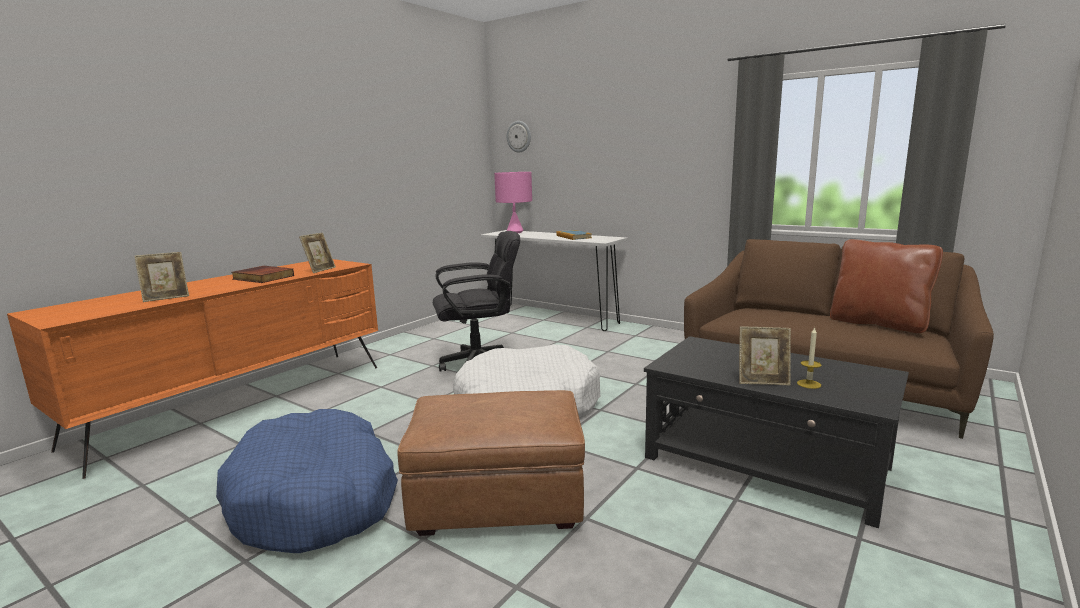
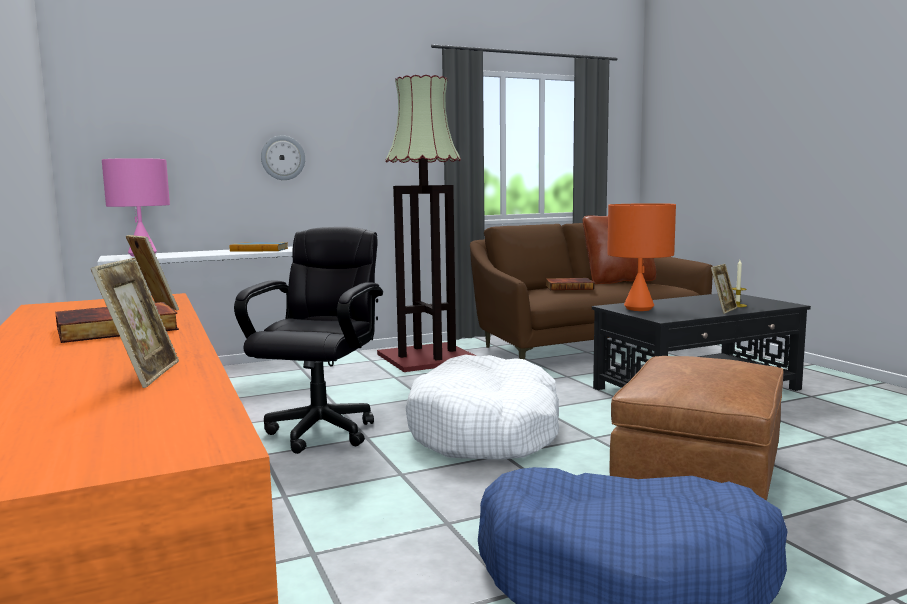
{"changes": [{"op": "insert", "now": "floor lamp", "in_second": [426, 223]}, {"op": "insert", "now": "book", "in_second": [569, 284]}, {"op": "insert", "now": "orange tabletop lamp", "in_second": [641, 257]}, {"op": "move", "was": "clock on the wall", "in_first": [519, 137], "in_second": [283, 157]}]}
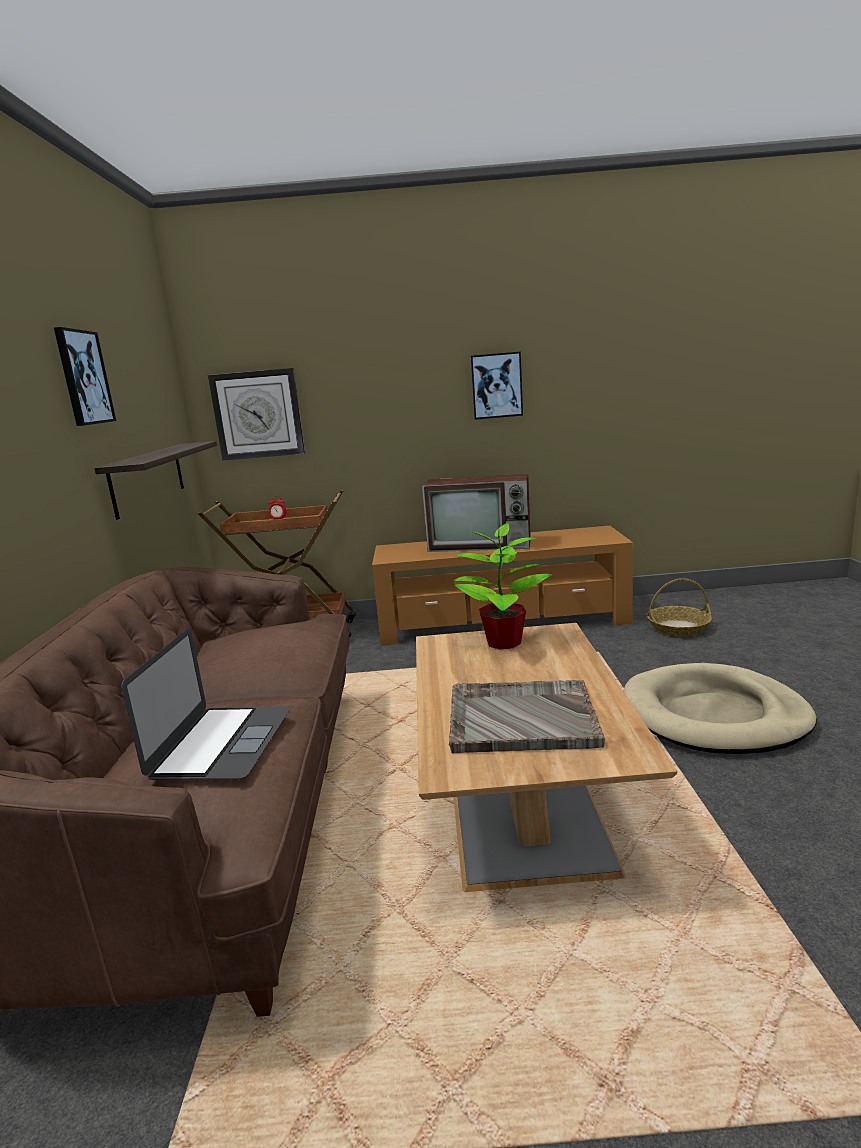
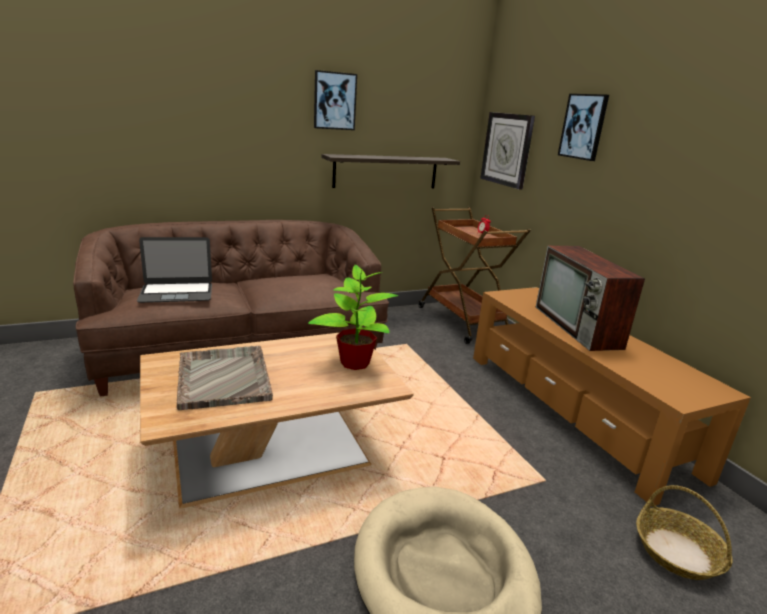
{"changes": [{"op": "move", "was": "wall art", "in_first": [497, 385], "in_second": [583, 127]}]}
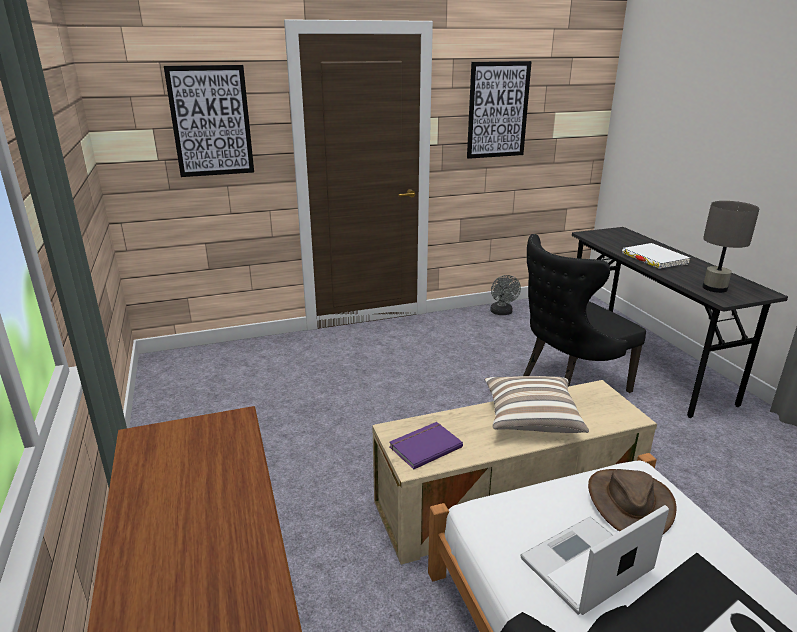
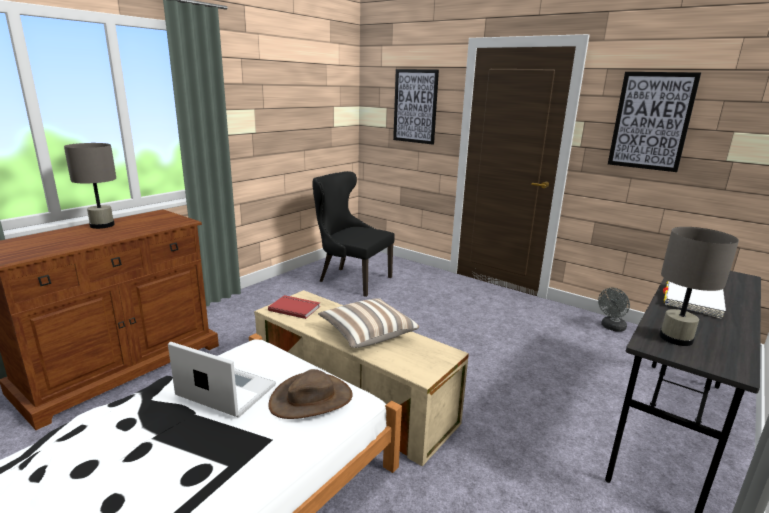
{"changes": [{"op": "insert", "now": "gray tabletop lamp", "in_second": [90, 186]}, {"op": "move", "was": "blackish upright chair", "in_first": [584, 313], "in_second": [353, 234]}, {"op": "recolor", "was": "purple book", "now": "red book", "in_first": [426, 445], "in_second": [294, 307]}]}
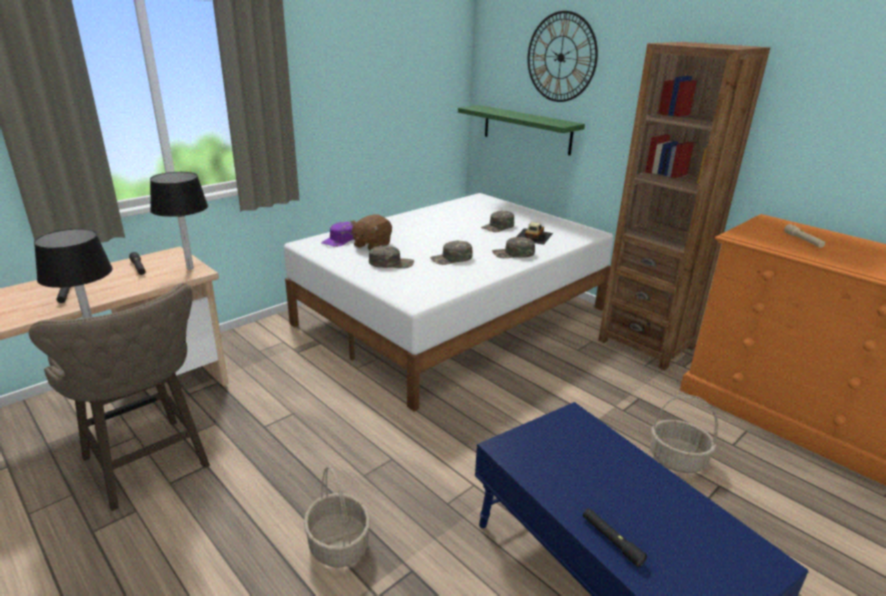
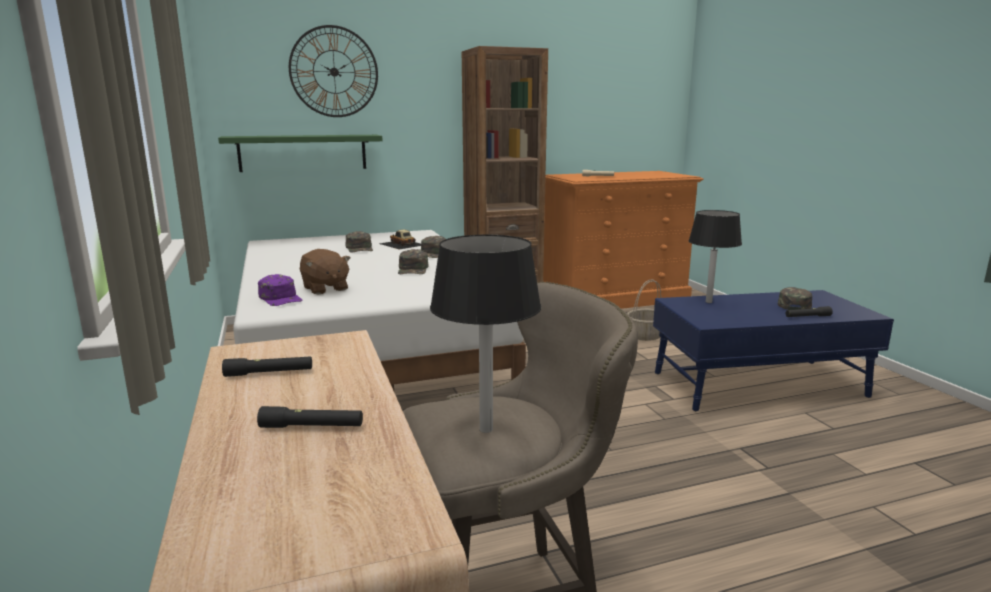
{"changes": [{"op": "delete", "was": "storage basket", "in_first": [337, 517]}, {"op": "move", "was": "blackish tabletop lamp", "in_first": [179, 221], "in_second": [715, 256]}, {"op": "move", "was": "greenish peaked cap", "in_first": [391, 257], "in_second": [795, 298]}]}
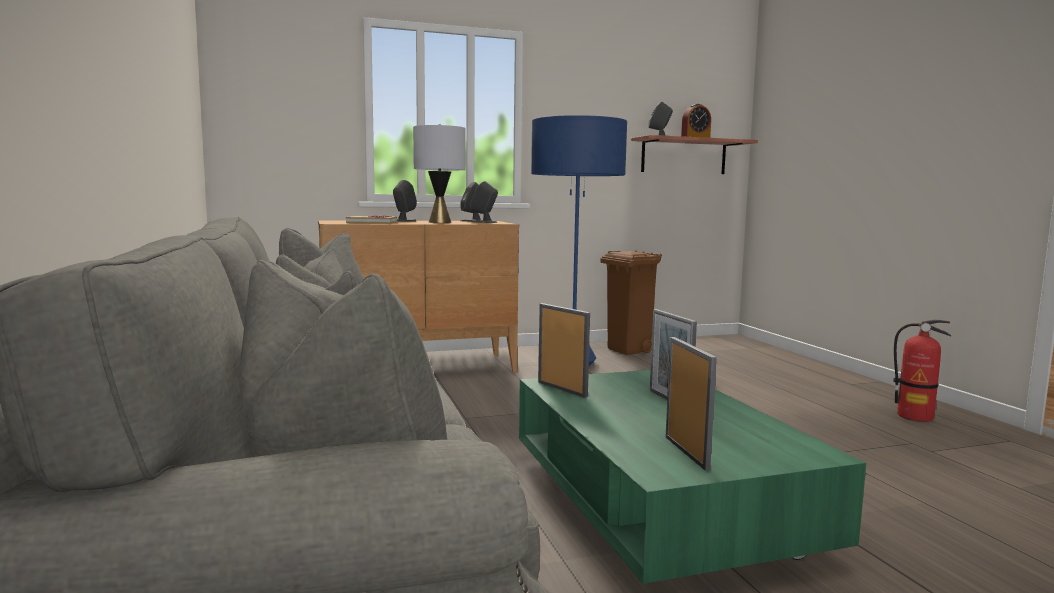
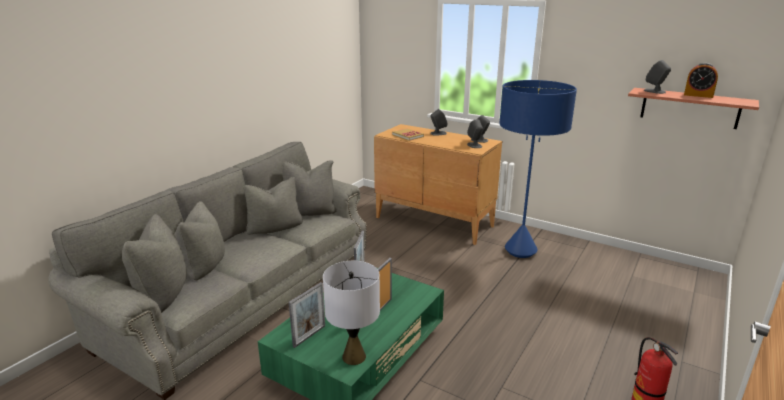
{"changes": [{"op": "delete", "was": "brownish waste bin", "in_first": [631, 303]}, {"op": "move", "was": "gray tabletop lamp", "in_first": [439, 173], "in_second": [351, 313]}]}
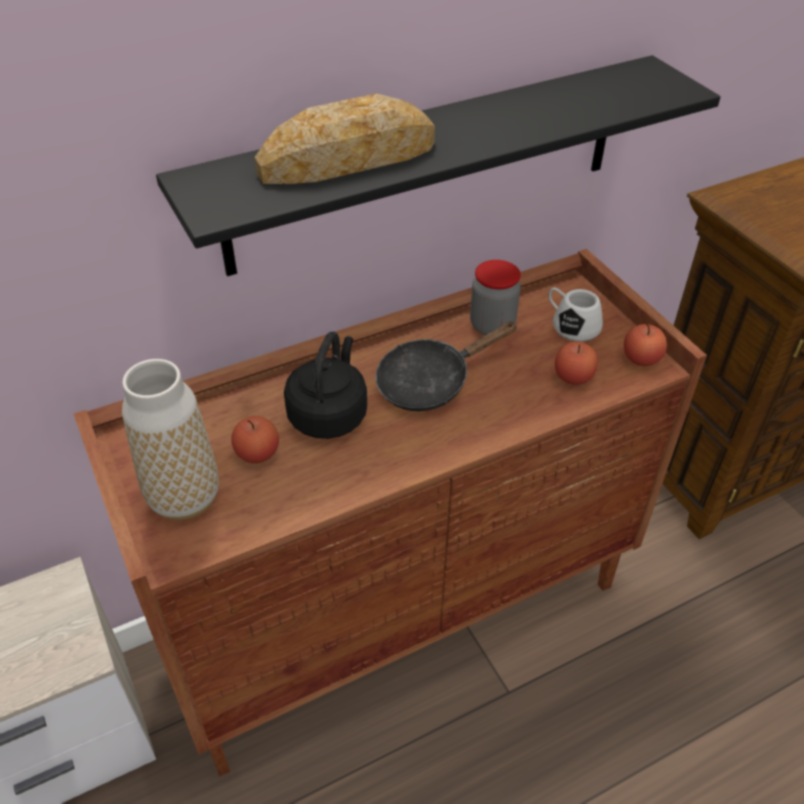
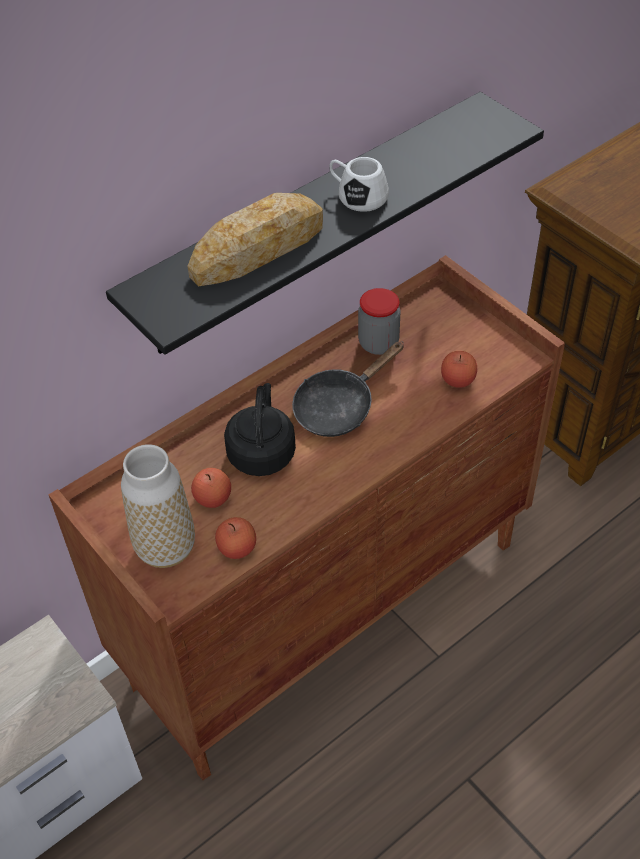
{"changes": [{"op": "move", "was": "white-coloured coffee mug", "in_first": [575, 315], "in_second": [359, 184]}, {"op": "move", "was": "apple", "in_first": [645, 345], "in_second": [235, 538]}]}
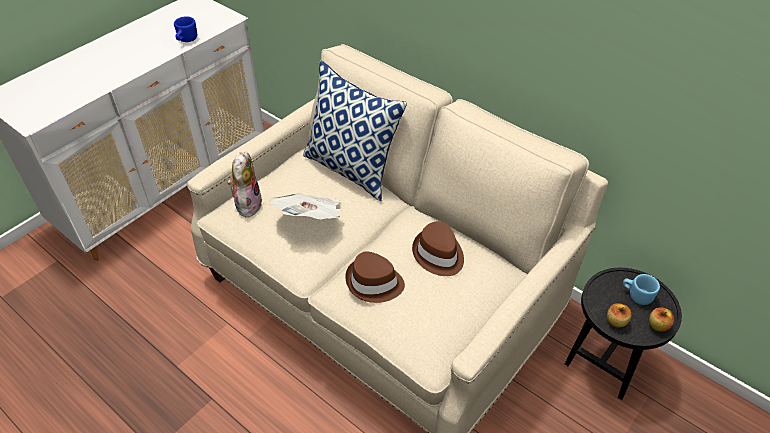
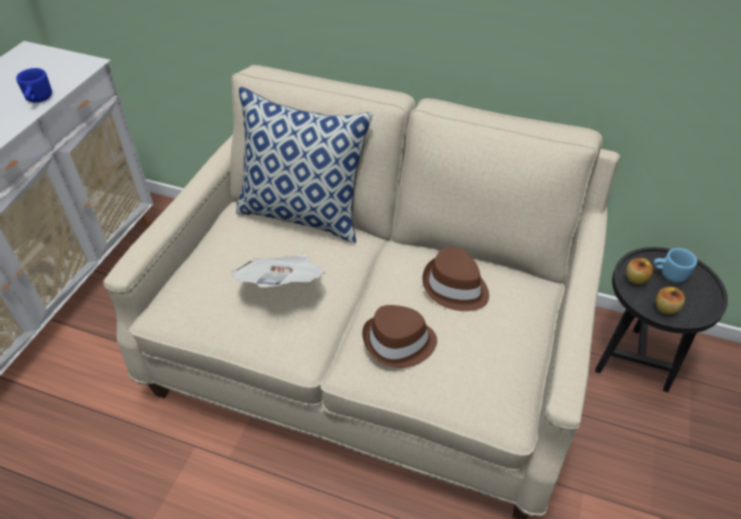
{"changes": [{"op": "delete", "was": "cuddly toy", "in_first": [245, 185]}, {"op": "move", "was": "apple", "in_first": [661, 319], "in_second": [640, 271]}]}
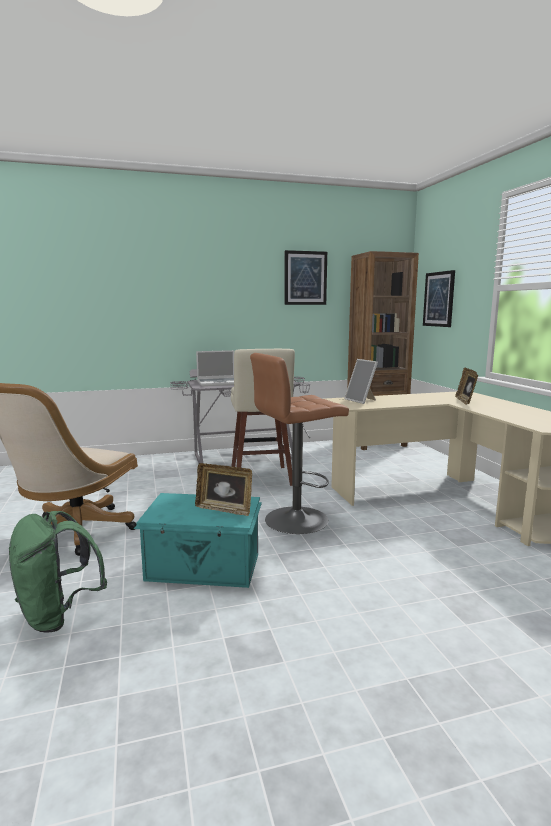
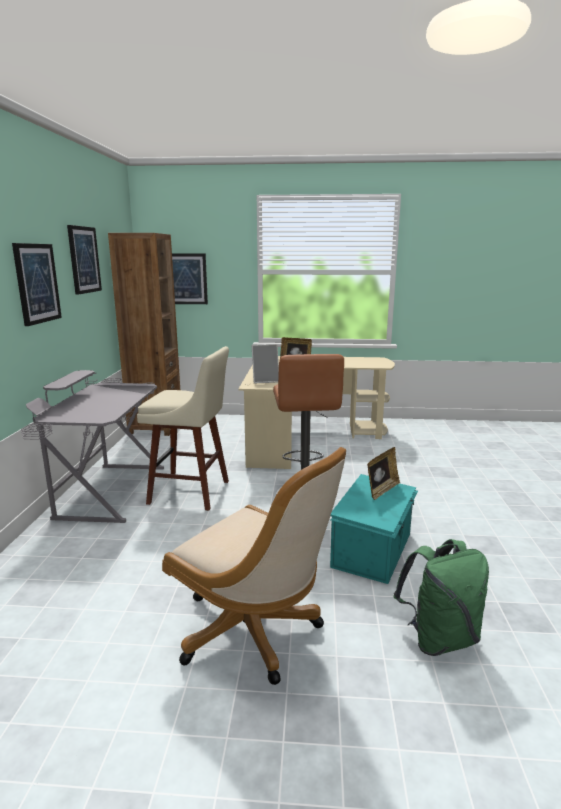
{"changes": [{"op": "delete", "was": "notebook computer", "in_first": [215, 368]}, {"op": "insert", "now": "wall art", "in_second": [37, 284]}]}
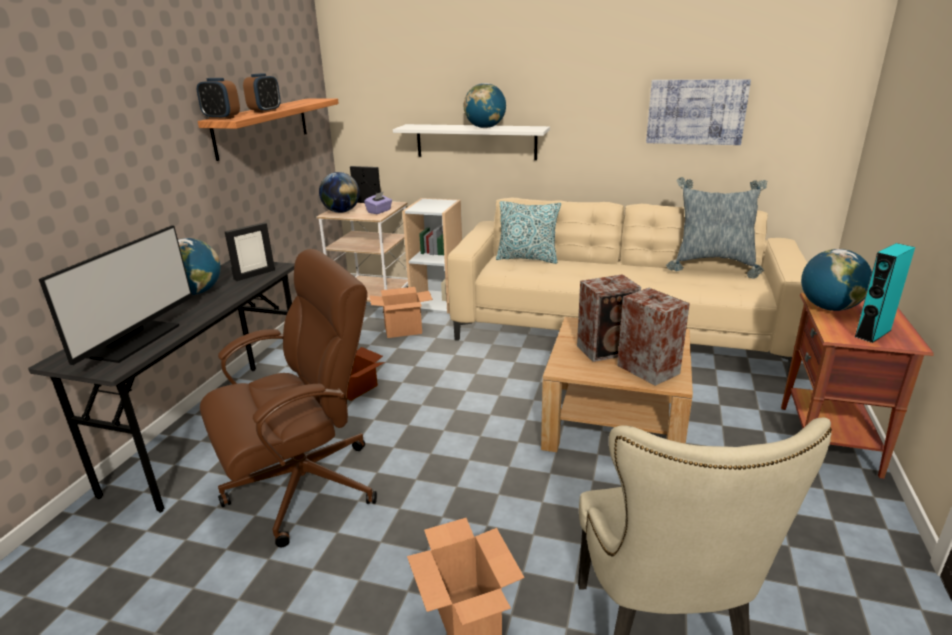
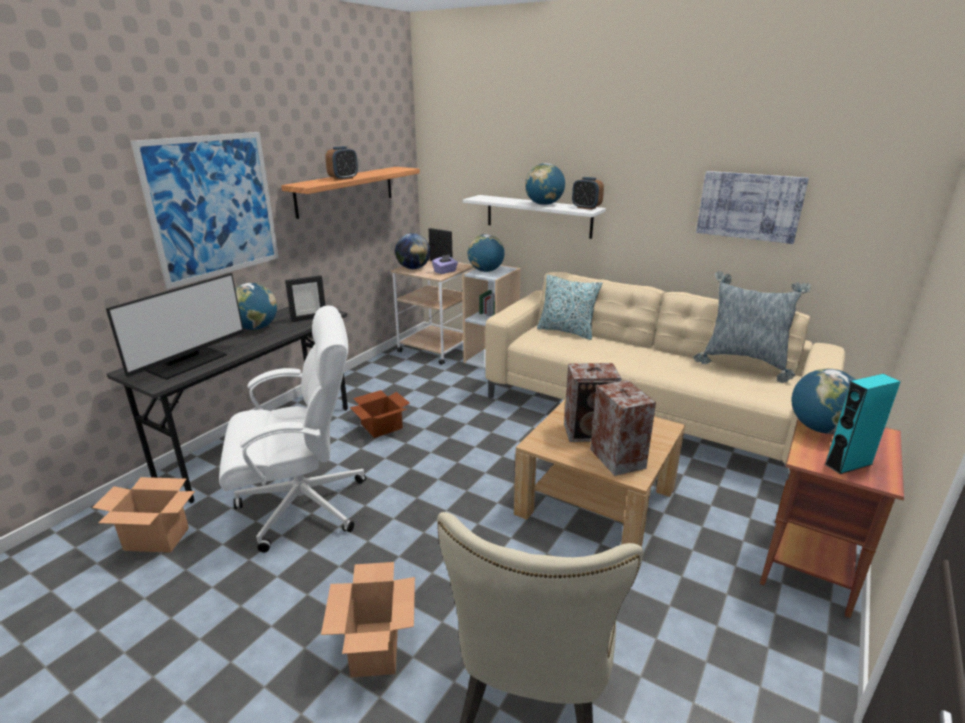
{"changes": [{"op": "insert", "now": "wall art", "in_second": [205, 210]}, {"op": "insert", "now": "desk globe", "in_second": [486, 253]}, {"op": "move", "was": "table clock", "in_first": [218, 99], "in_second": [588, 193]}, {"op": "move", "was": "carton", "in_first": [401, 312], "in_second": [143, 515]}, {"op": "recolor", "was": "brownish computer chair", "now": "white-coloured computer chair", "in_first": [288, 398], "in_second": [292, 429]}]}
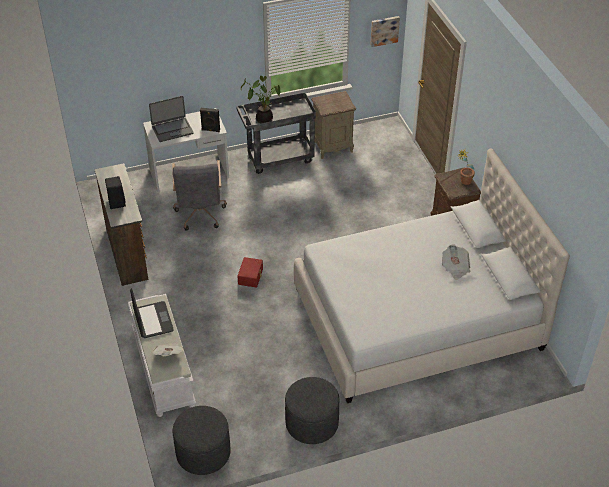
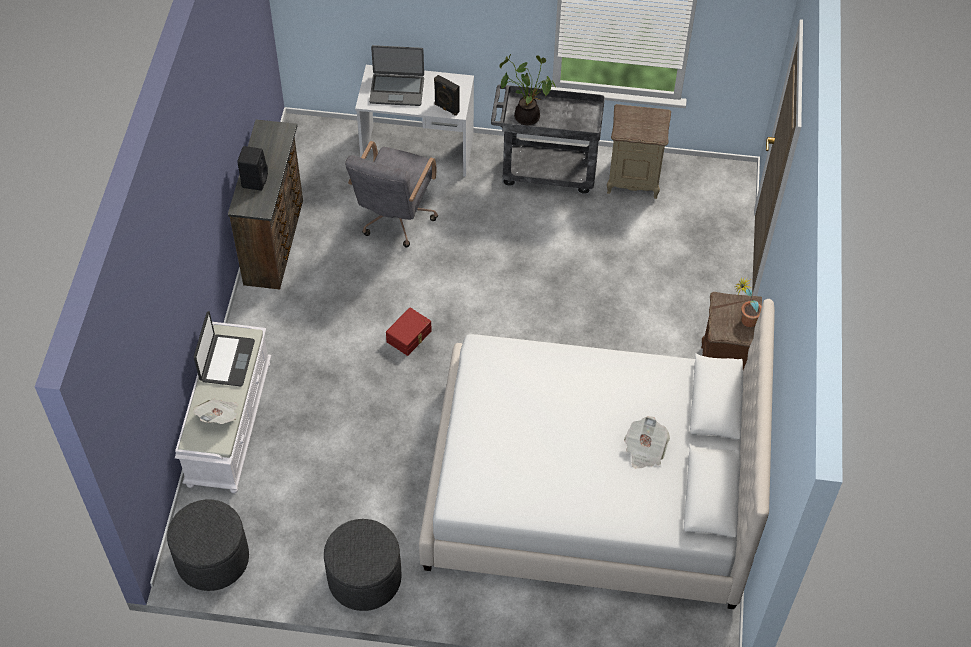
{"changes": [{"op": "delete", "was": "wall art", "in_first": [385, 31]}]}
